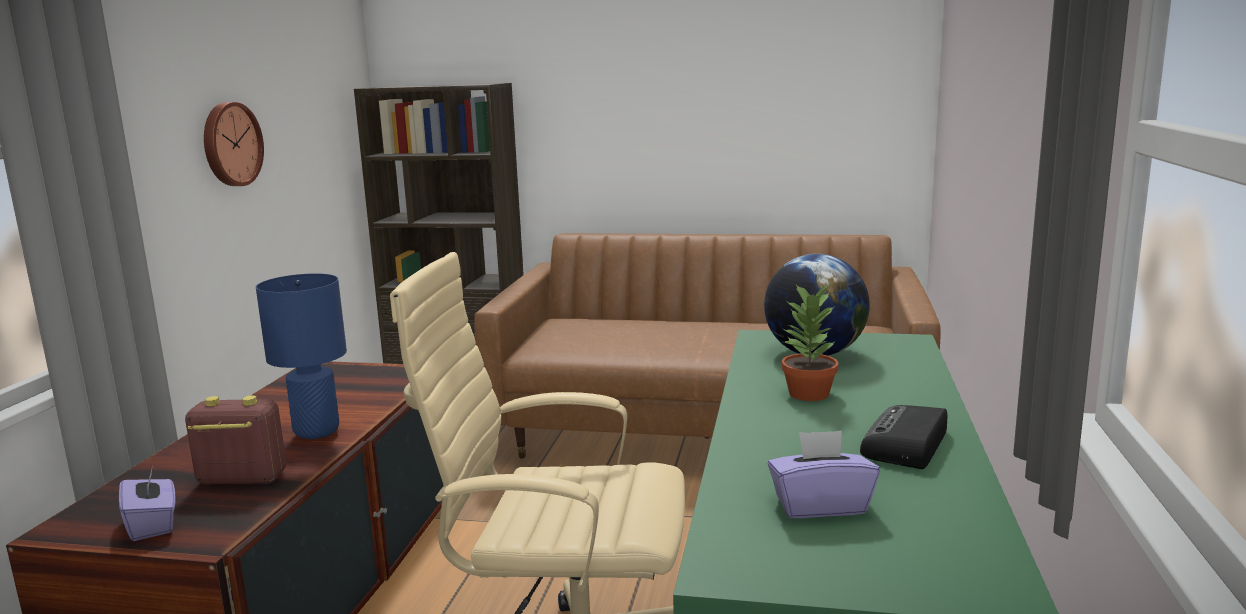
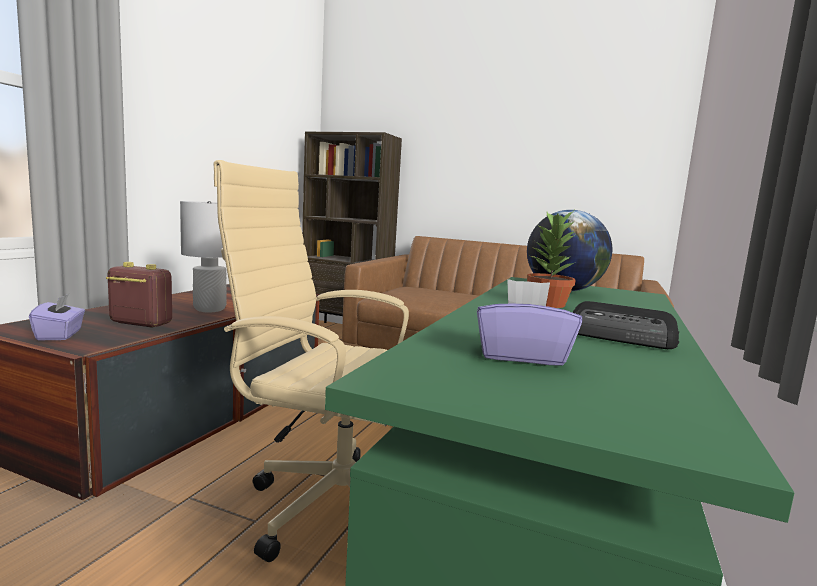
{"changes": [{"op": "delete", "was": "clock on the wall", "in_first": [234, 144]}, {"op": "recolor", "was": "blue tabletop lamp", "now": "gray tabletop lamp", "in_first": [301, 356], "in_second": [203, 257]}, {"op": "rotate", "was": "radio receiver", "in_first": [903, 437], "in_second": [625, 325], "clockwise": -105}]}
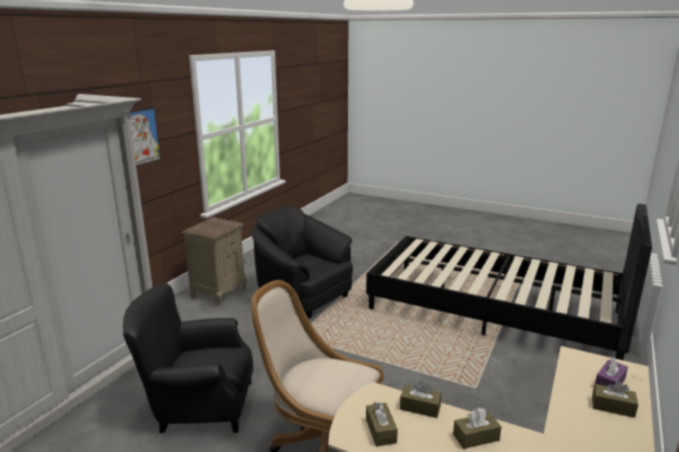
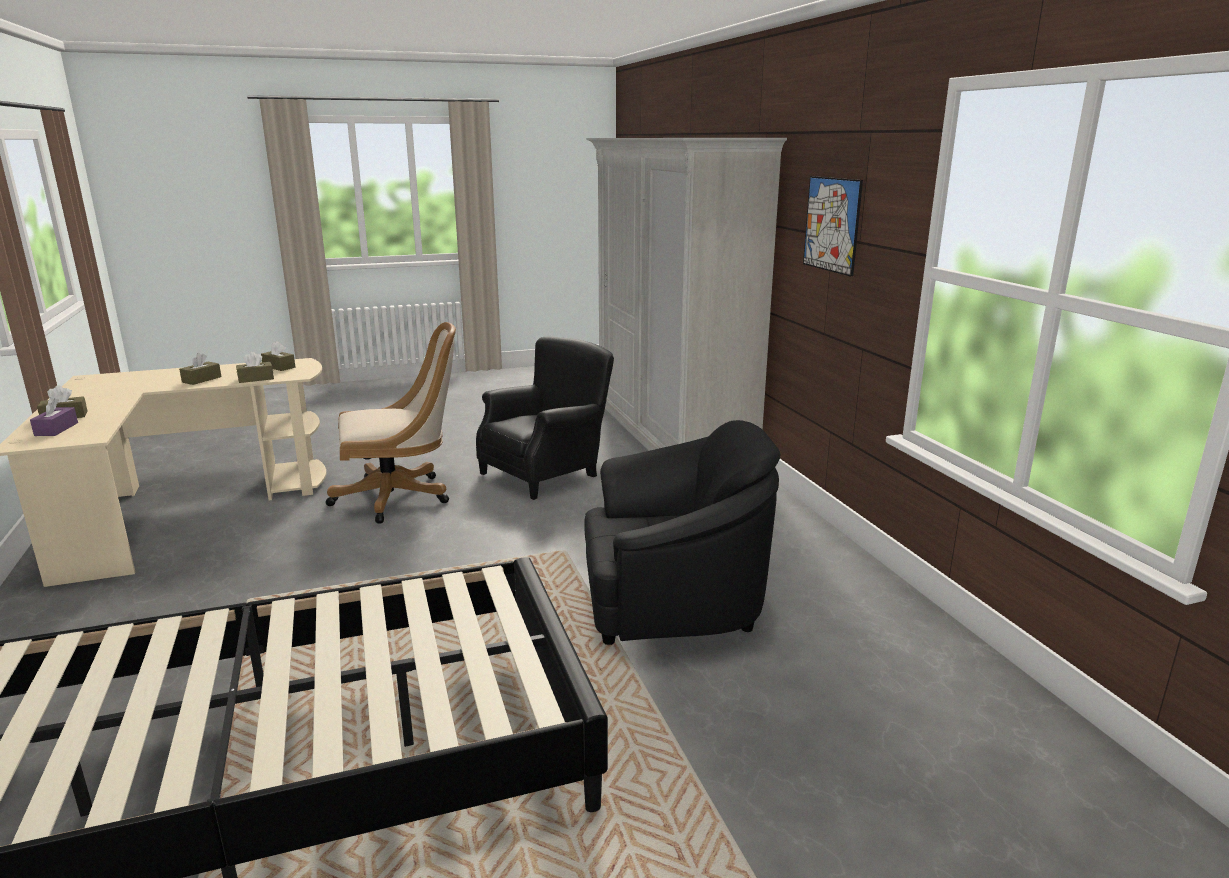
{"changes": [{"op": "delete", "was": "beige-coloured nightstand", "in_first": [214, 261]}]}
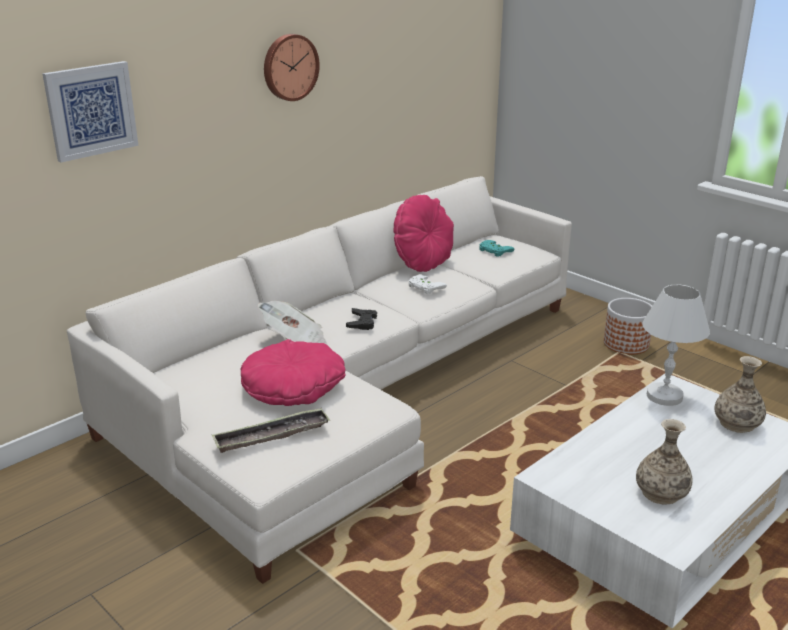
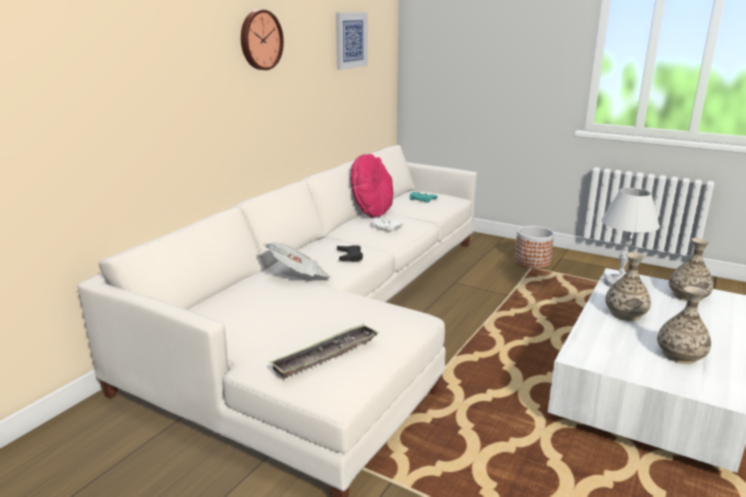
{"changes": [{"op": "delete", "was": "pink cushion", "in_first": [293, 372]}, {"op": "insert", "now": "vase", "in_second": [628, 286]}, {"op": "move", "was": "wall art", "in_first": [90, 111], "in_second": [352, 41]}]}
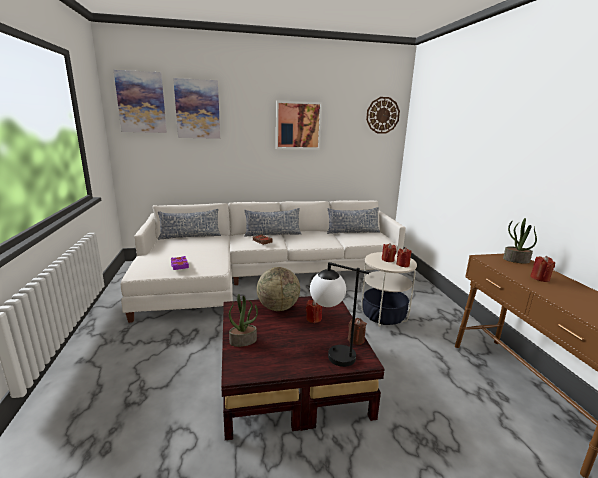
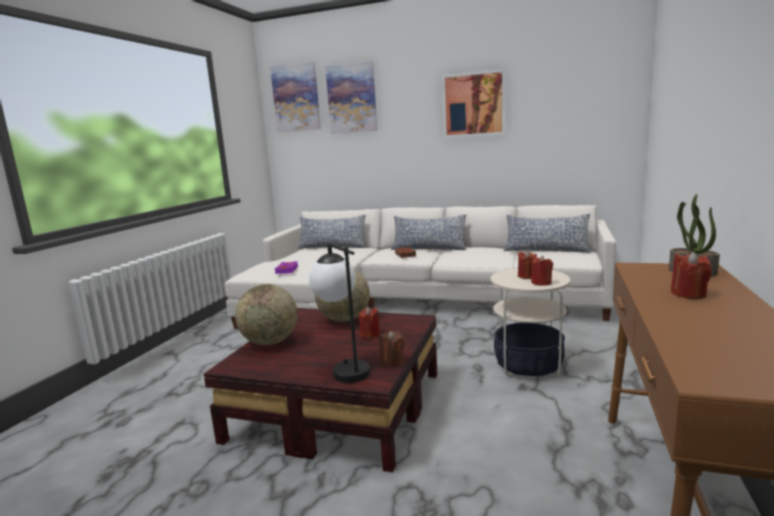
{"changes": [{"op": "delete", "was": "clock on the wall", "in_first": [383, 115]}, {"op": "replace", "was": "houseplant", "now": "desk globe", "in_first": [243, 320], "in_second": [266, 314]}]}
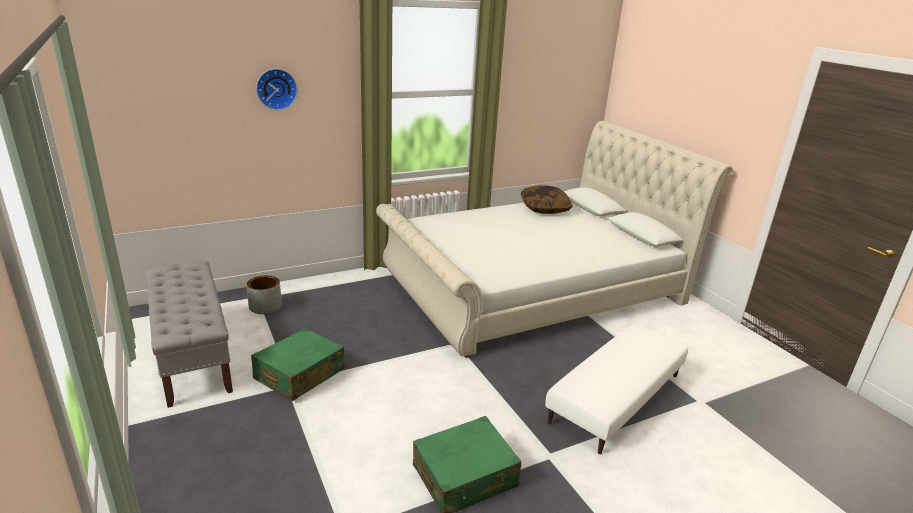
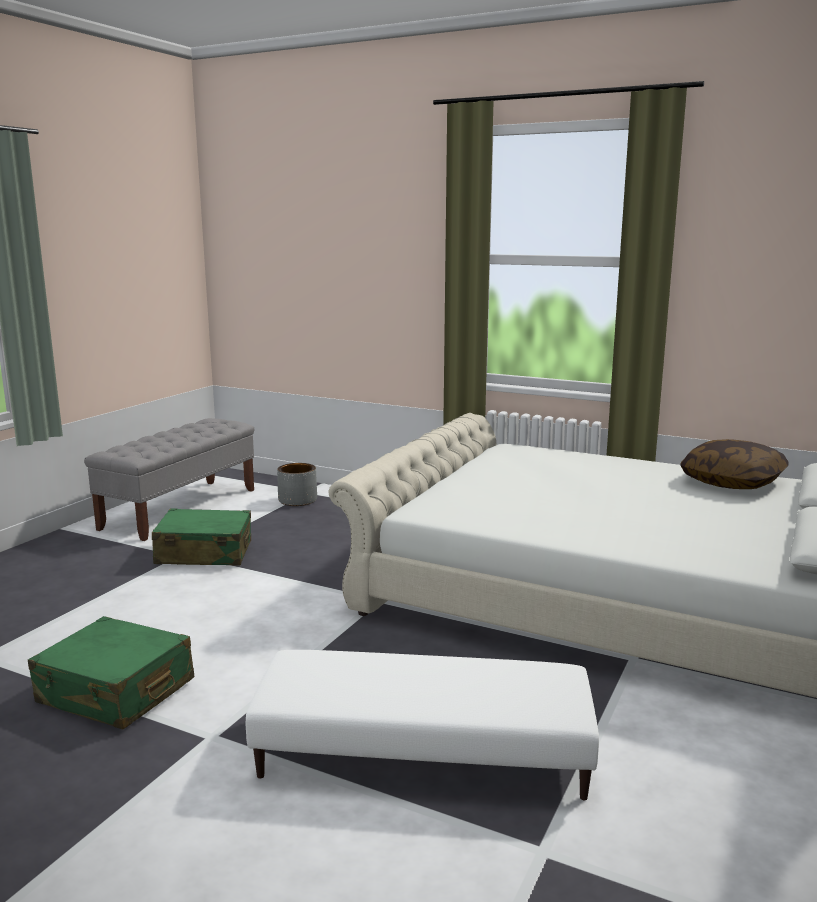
{"changes": [{"op": "delete", "was": "clock on the wall", "in_first": [277, 89]}]}
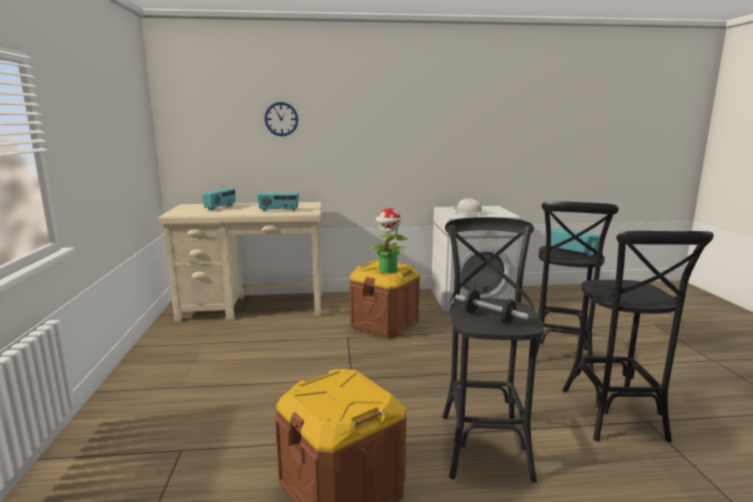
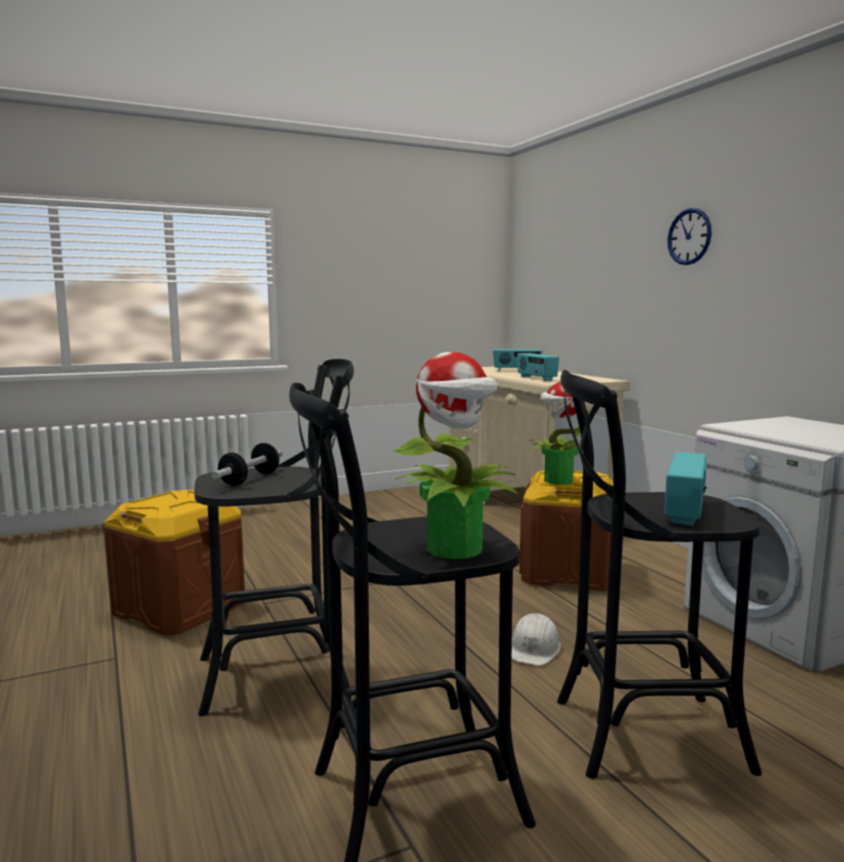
{"changes": [{"op": "insert", "now": "houseplant", "in_second": [456, 455]}, {"op": "move", "was": "clock on the wall", "in_first": [281, 119], "in_second": [689, 236]}, {"op": "move", "was": "white-coloured hard hat", "in_first": [471, 206], "in_second": [536, 639]}]}
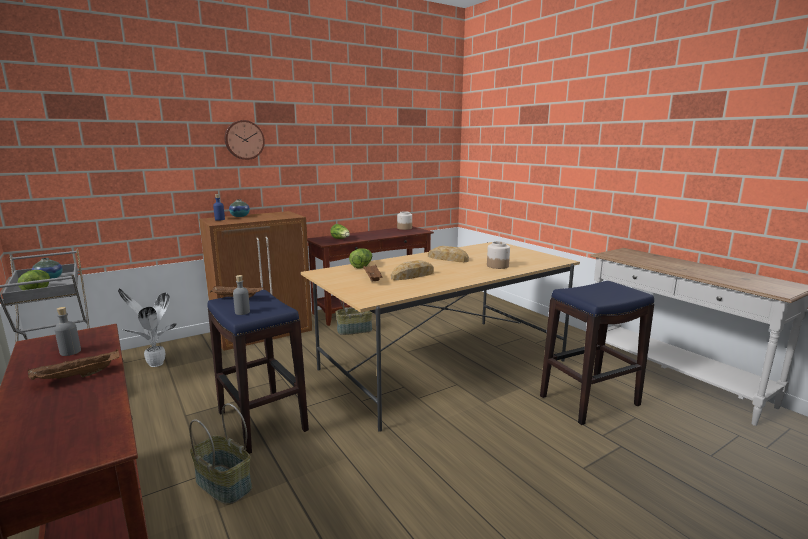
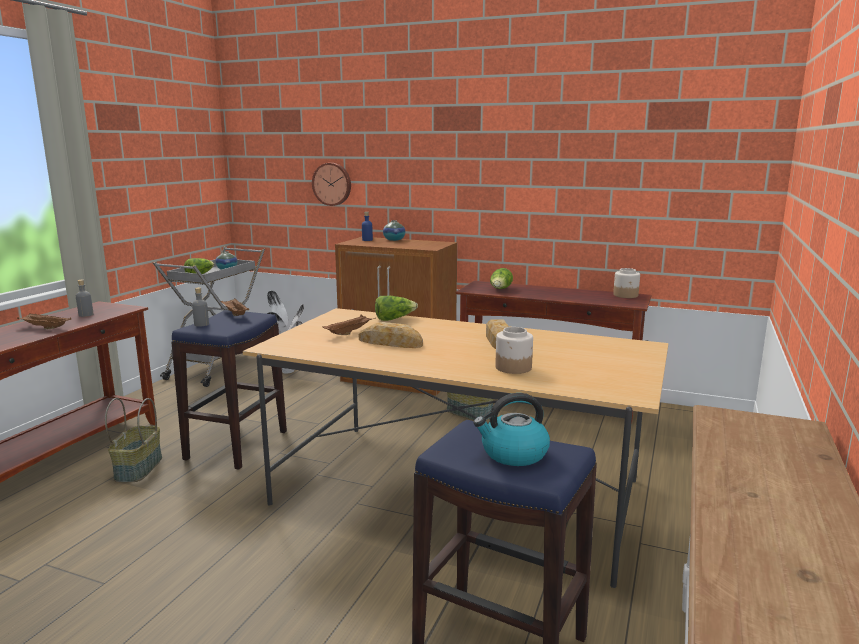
{"changes": [{"op": "insert", "now": "kettle", "in_second": [511, 429]}, {"op": "move", "was": "clock on the wall", "in_first": [245, 140], "in_second": [331, 184]}]}
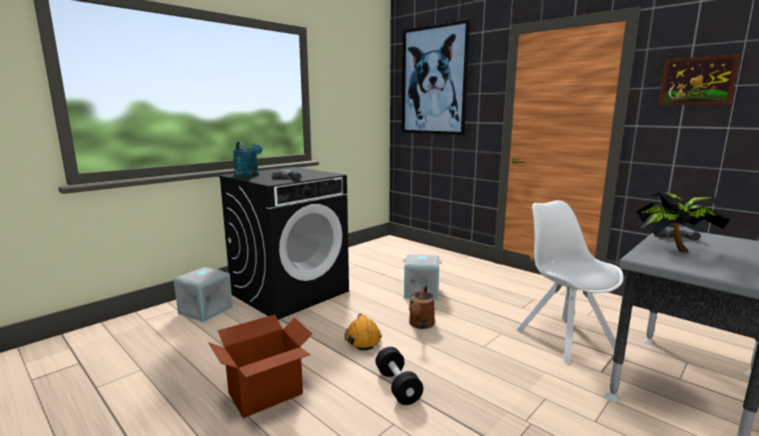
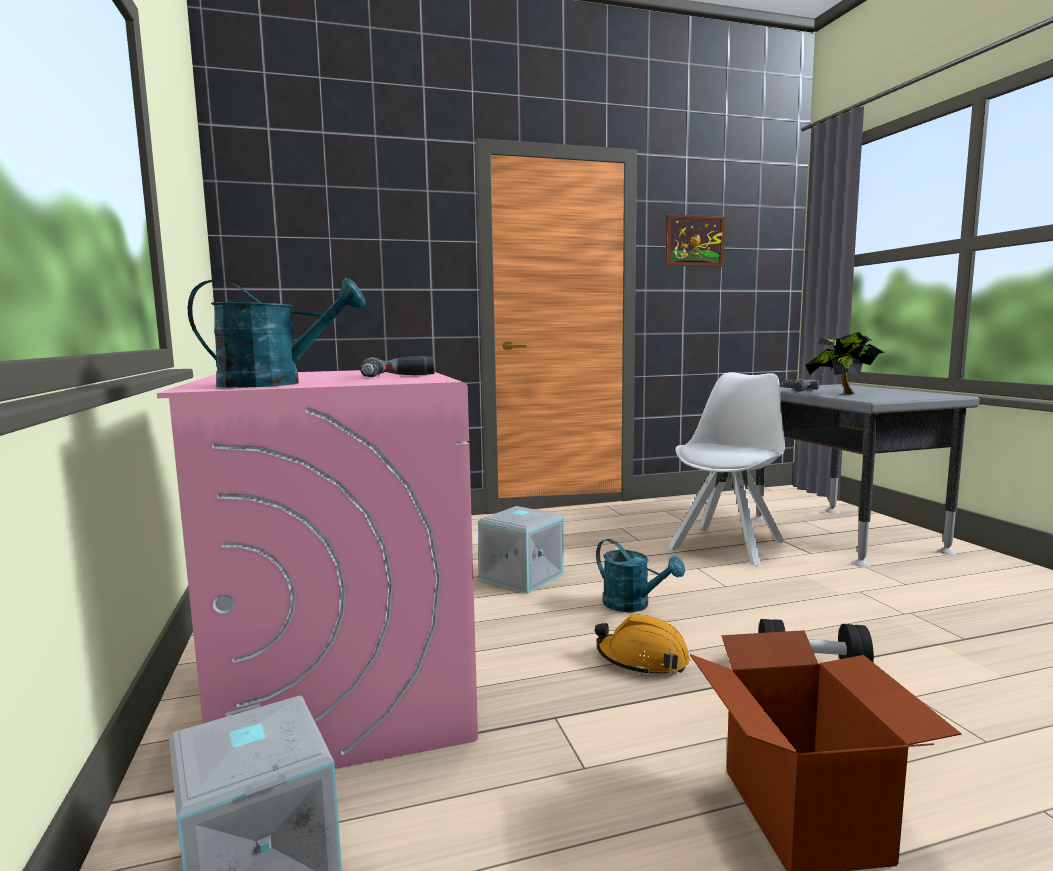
{"changes": [{"op": "delete", "was": "wall art", "in_first": [436, 77]}, {"op": "recolor", "was": "blackish laundry machine", "now": "pink laundry machine", "in_first": [283, 243], "in_second": [317, 569]}, {"op": "recolor", "was": "brownish watering pot", "now": "blue-green watering pot", "in_first": [422, 307], "in_second": [640, 575]}, {"op": "rotate", "was": "white-coloured upright chair", "in_first": [569, 282], "in_second": [726, 469], "clockwise": 120}]}
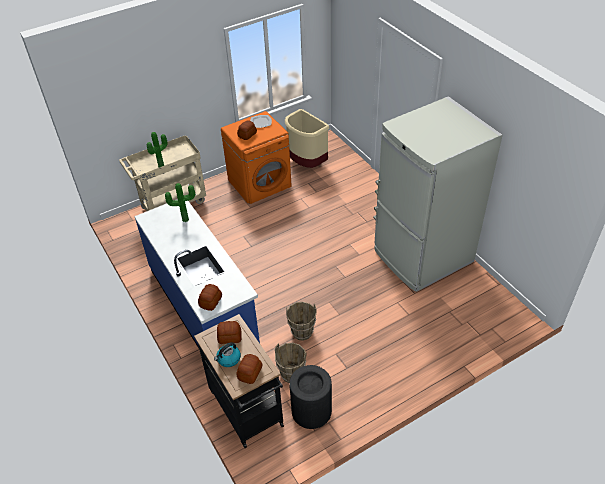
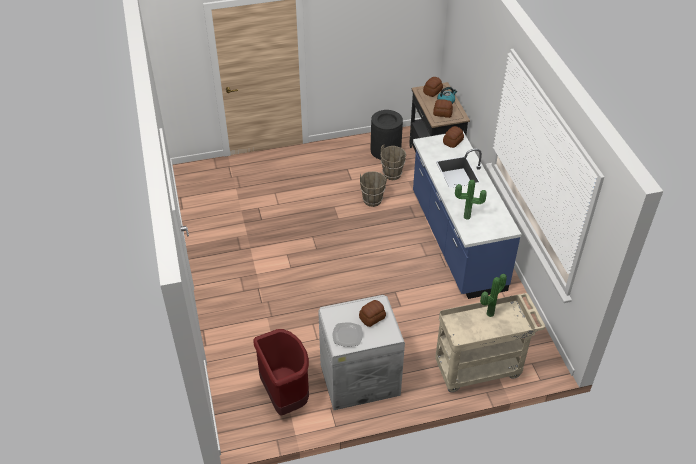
{"changes": [{"op": "delete", "was": "white-coloured kitchen fridge", "in_first": [438, 194]}, {"op": "recolor", "was": "orange laundry machine", "now": "white-coloured laundry machine", "in_first": [256, 157], "in_second": [361, 352]}, {"op": "recolor", "was": "beige-coloured waste bin", "now": "red waste bin", "in_first": [307, 138], "in_second": [281, 372]}]}
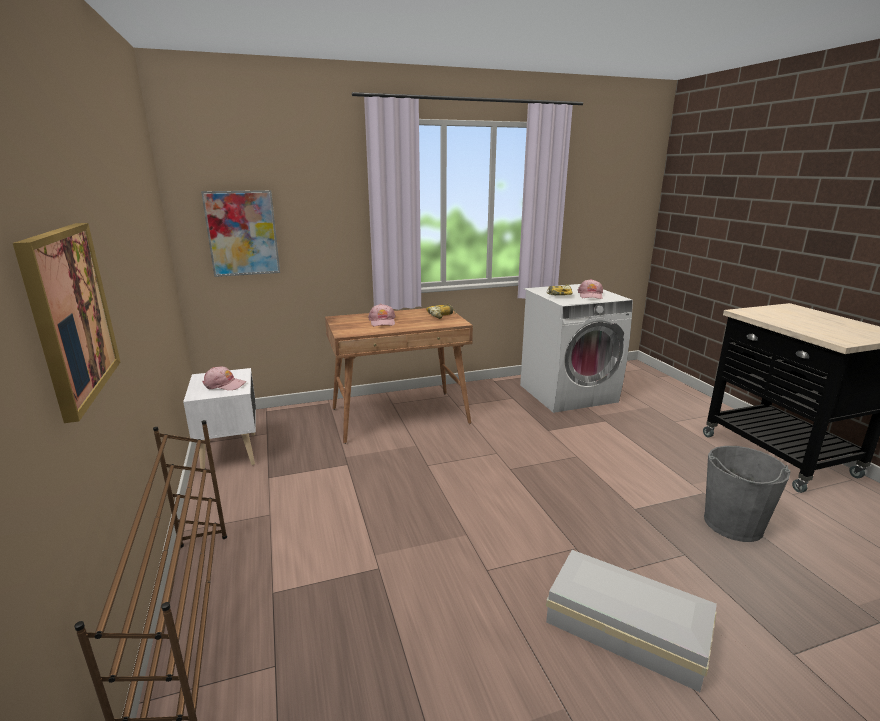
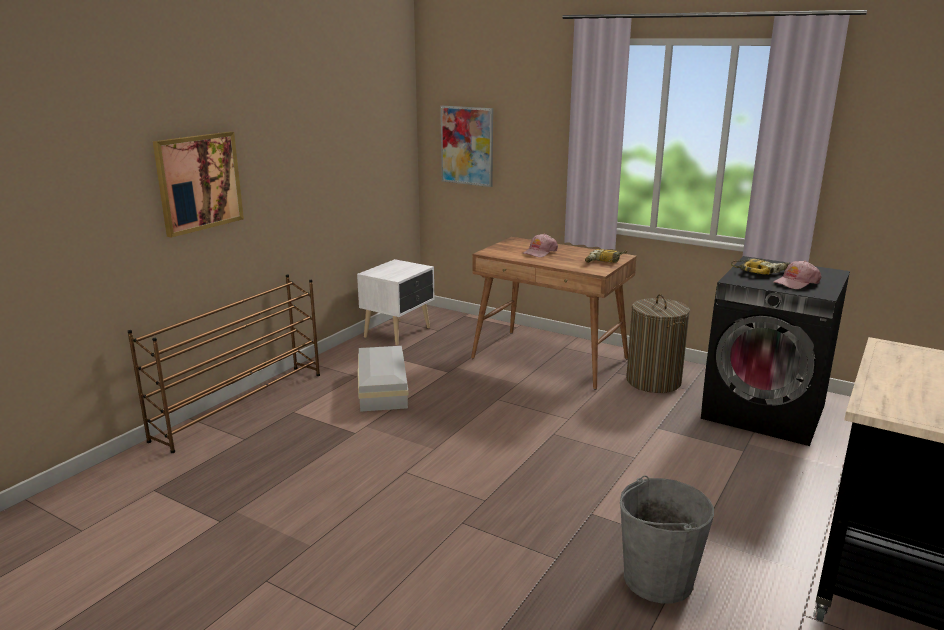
{"changes": [{"op": "delete", "was": "pink peaked cap", "in_first": [224, 378]}, {"op": "insert", "now": "washing basket", "in_second": [658, 343]}, {"op": "move", "was": "white-coloured storage bin", "in_first": [631, 621], "in_second": [383, 379]}, {"op": "recolor", "was": "white-coloured laundry machine", "now": "blackish laundry machine", "in_first": [576, 348], "in_second": [775, 351]}]}
